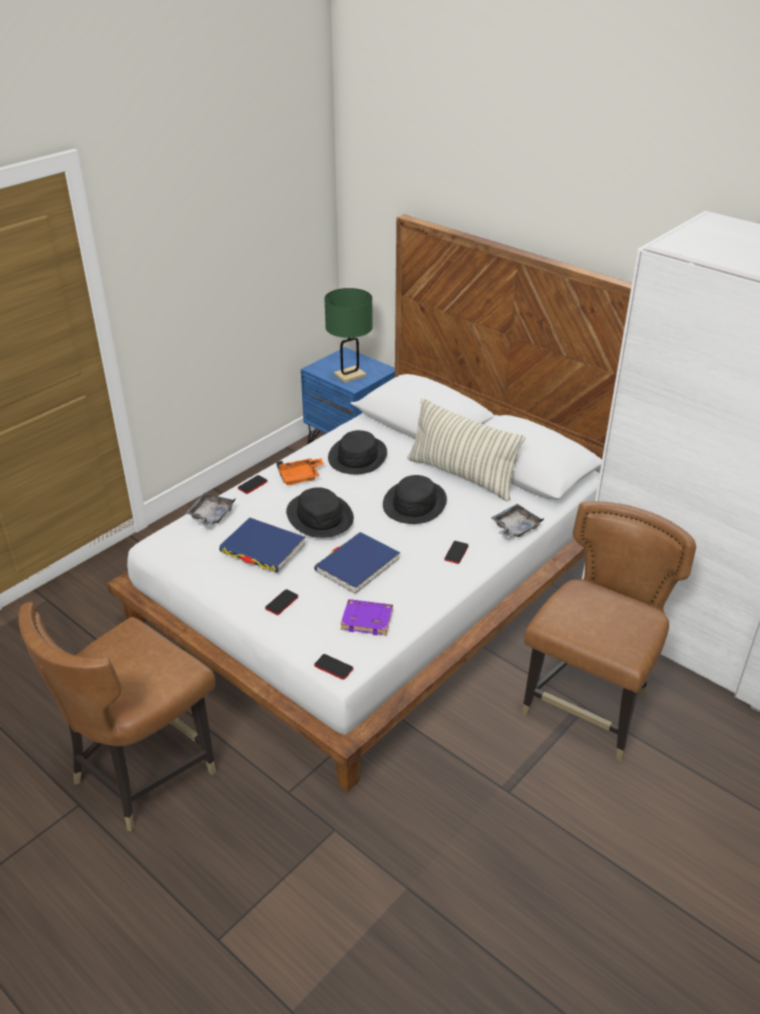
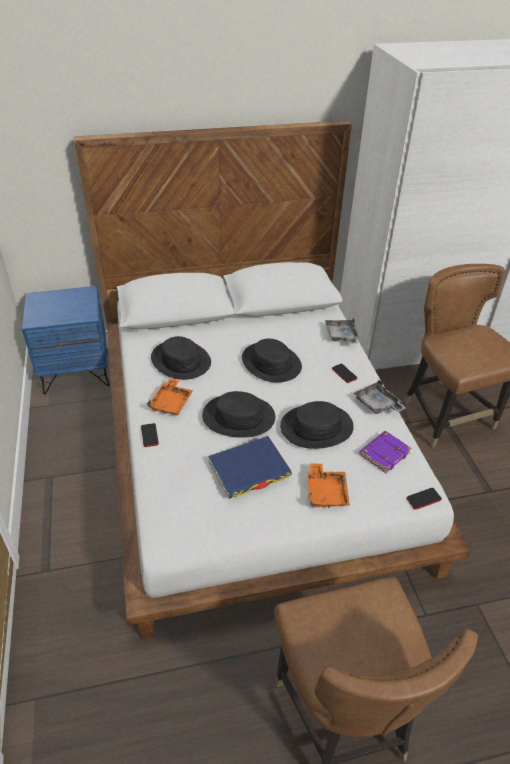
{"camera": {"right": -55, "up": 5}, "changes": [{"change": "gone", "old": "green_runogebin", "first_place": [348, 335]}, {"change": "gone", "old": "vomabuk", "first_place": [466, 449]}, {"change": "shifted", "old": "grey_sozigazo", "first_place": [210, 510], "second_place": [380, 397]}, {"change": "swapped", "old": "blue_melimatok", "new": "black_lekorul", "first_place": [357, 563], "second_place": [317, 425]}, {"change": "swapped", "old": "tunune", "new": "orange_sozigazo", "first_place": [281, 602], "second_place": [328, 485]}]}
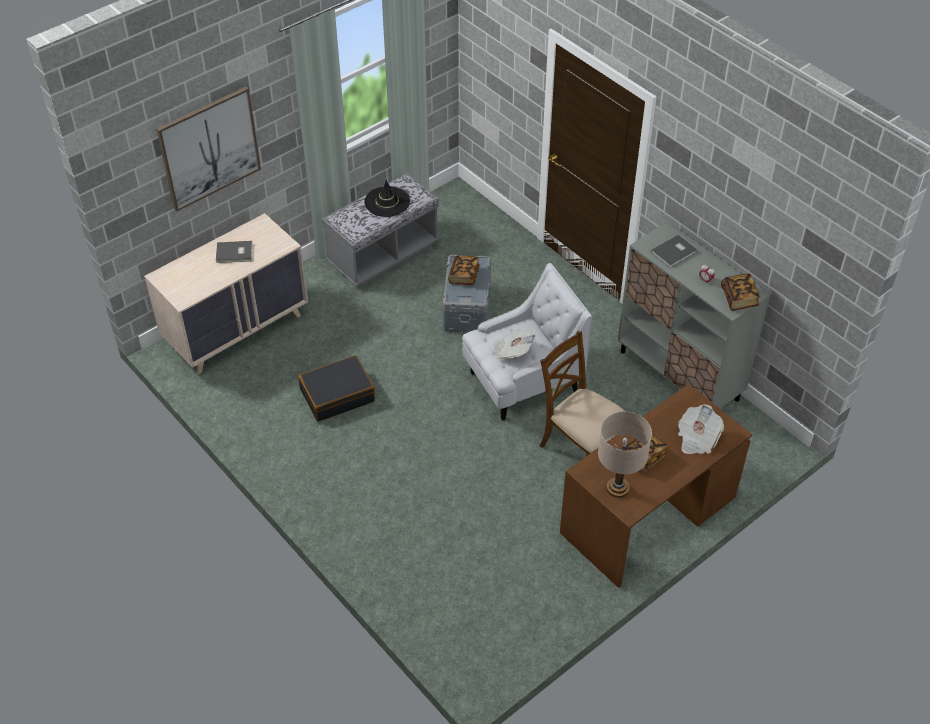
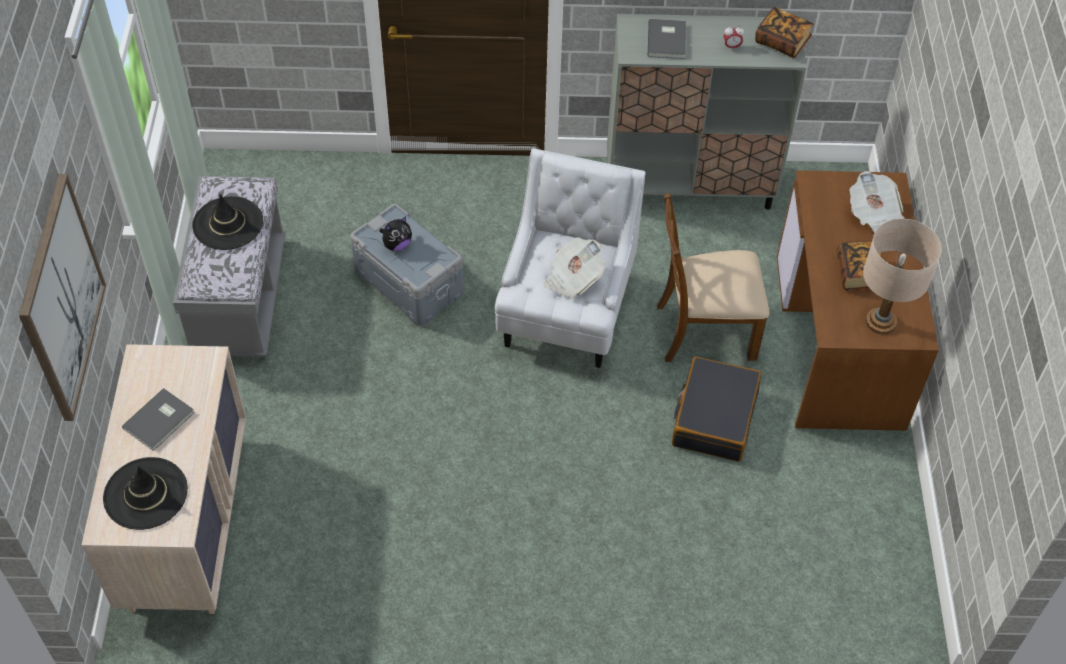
{"camera": {"right": -50, "up": 5}, "changes": [{"change": "swapped", "old": "melimatok", "new": "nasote", "first_place": [464, 270], "second_place": [396, 233]}, {"change": "shifted", "old": "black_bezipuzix", "first_place": [336, 388], "second_place": [717, 409]}, {"change": "new", "new": "black_lekorul", "second_place": [145, 493]}]}
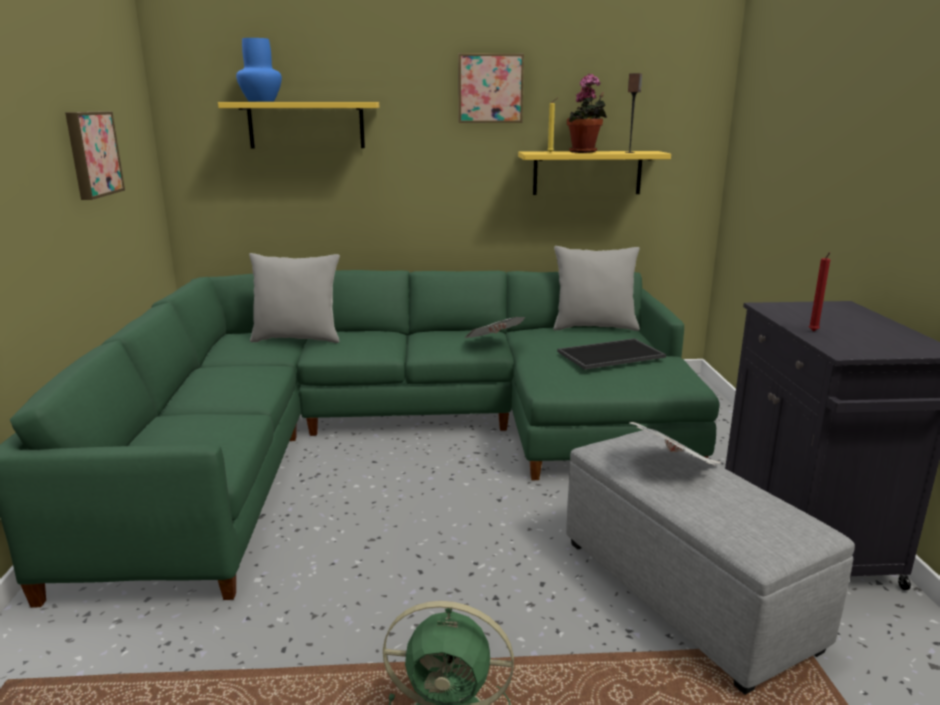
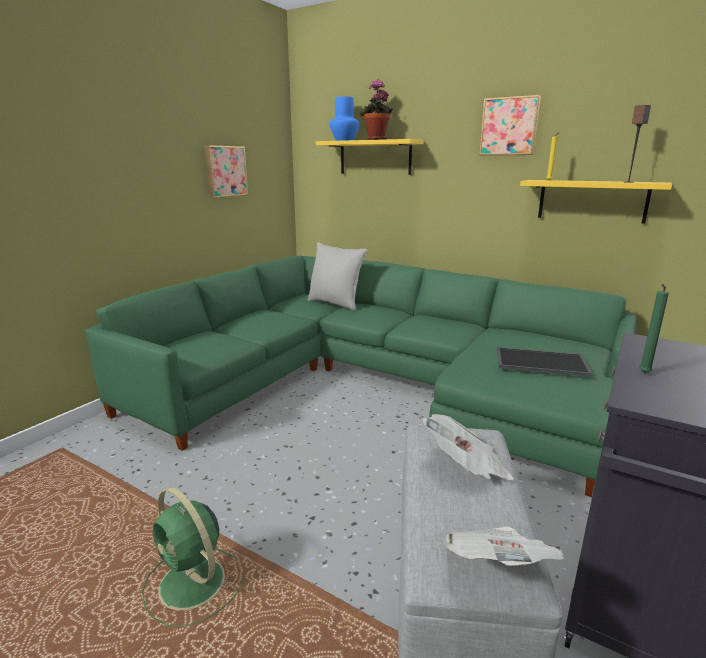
{"camera": {"right": 35, "up": 0}, "changes": [{"change": "shifted", "old": "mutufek", "first_place": [587, 113], "second_place": [376, 109]}, {"change": "gone", "old": "grey_vomabuk", "first_place": [596, 288]}, {"change": "repainted", "old": "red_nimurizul", "new": "green_nimurizul", "first_place": [819, 292], "second_place": [654, 328]}, {"change": "shifted", "old": "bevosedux", "first_place": [495, 327], "second_place": [504, 546]}]}
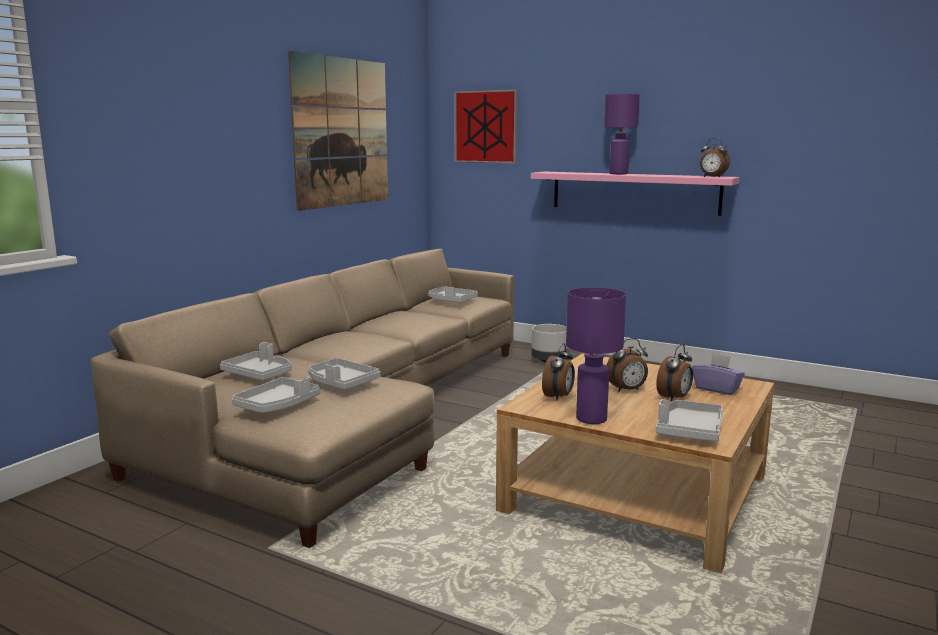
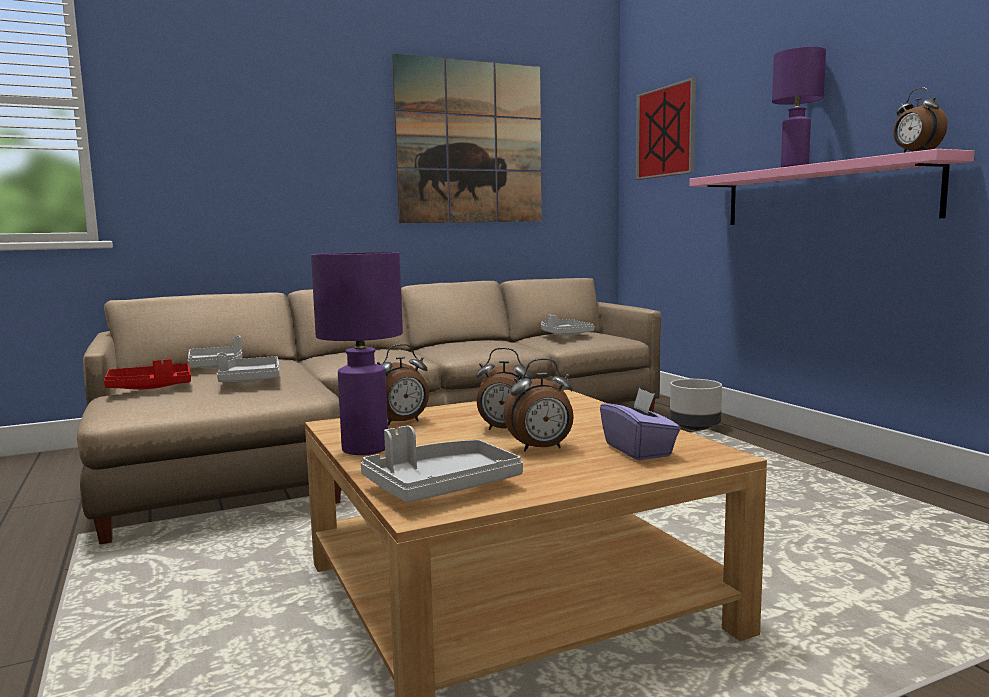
{"camera": {"right": 35, "up": -5}, "changes": [{"change": "repainted", "old": "grey_sozigazo", "new": "red_sozigazo", "first_place": [275, 395], "second_place": [147, 374]}]}
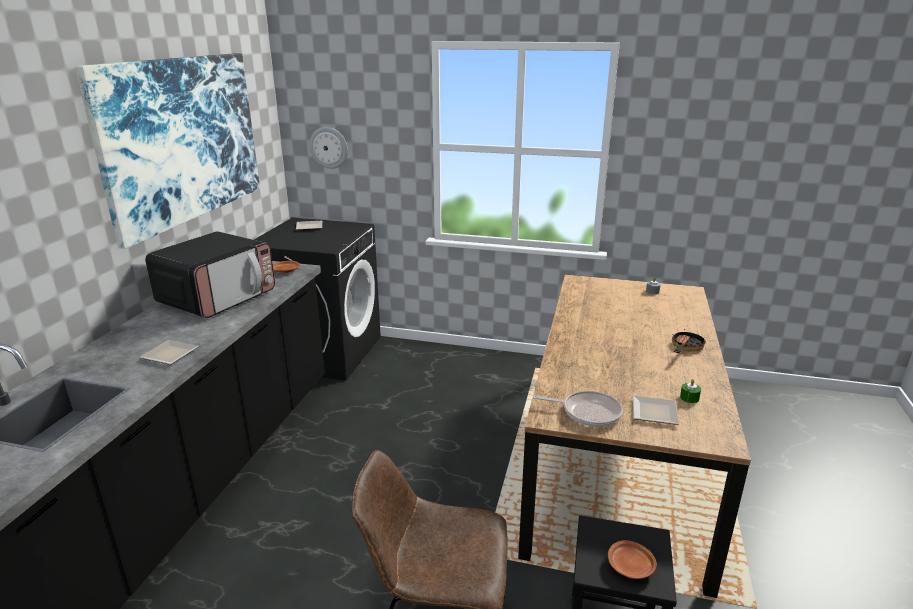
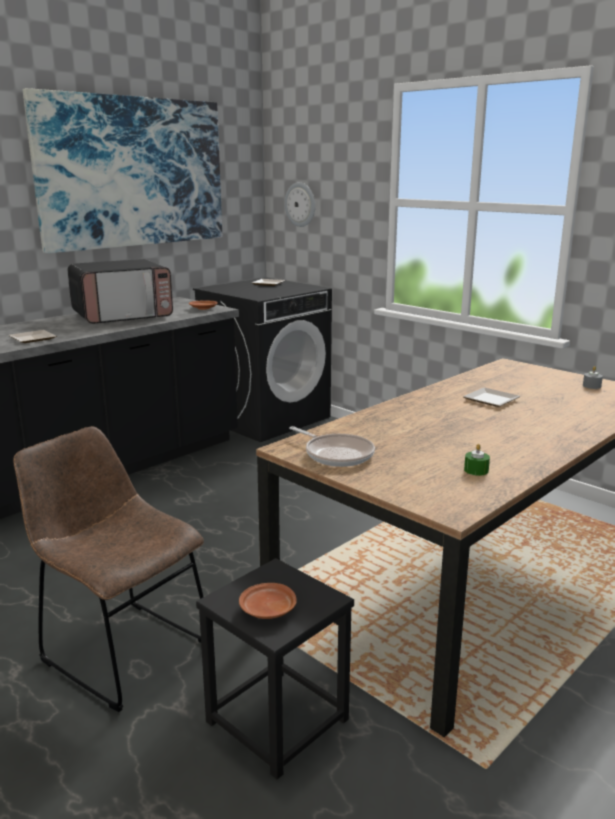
{"camera": {"right": 30, "up": -5}, "changes": [{"change": "gone", "old": "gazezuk", "first_place": [689, 341]}, {"change": "shifted", "old": "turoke", "first_place": [656, 410], "second_place": [491, 397]}]}
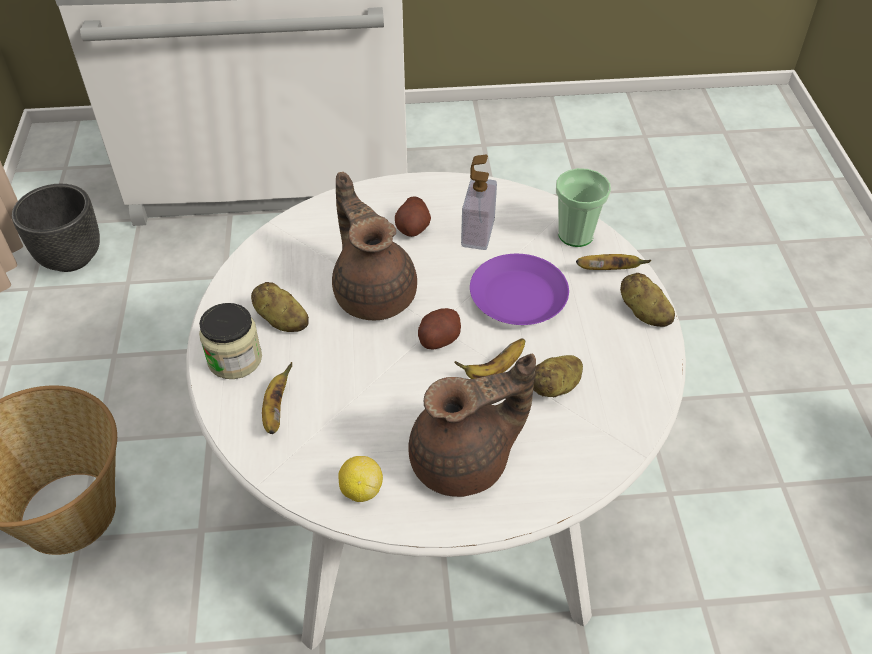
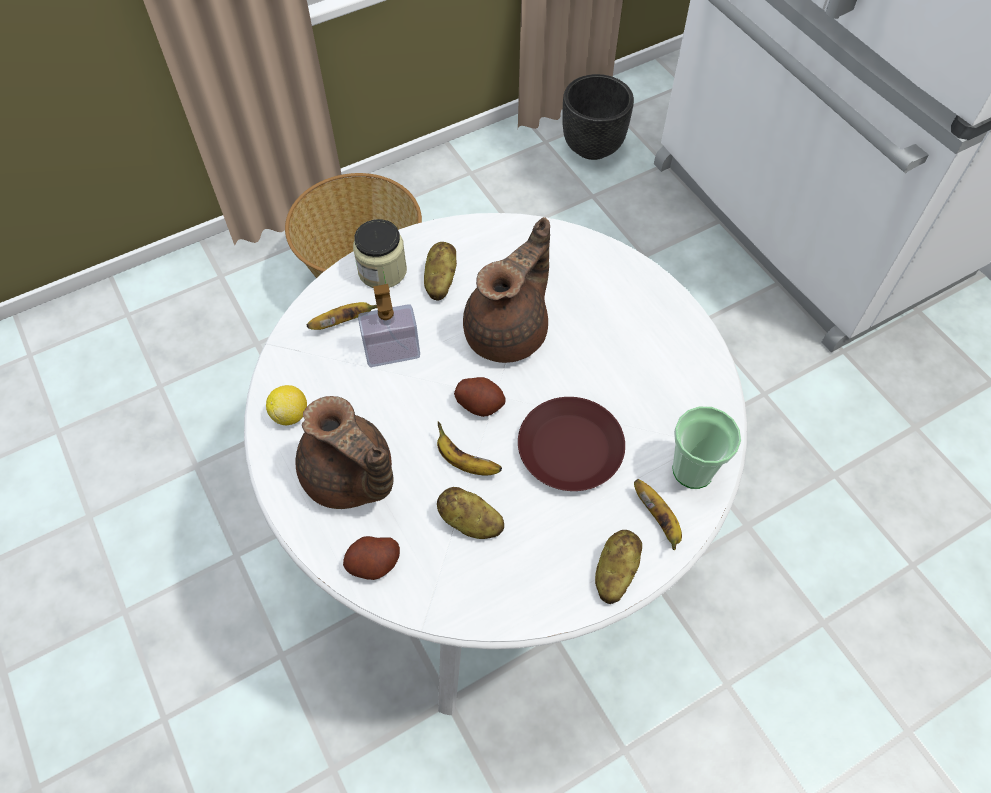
{"camera": {"right": 65, "up": 10}, "changes": [{"change": "shifted", "old": "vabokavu", "first_place": [479, 202], "second_place": [389, 325]}, {"change": "shifted", "old": "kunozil", "first_place": [413, 216], "second_place": [371, 558]}, {"change": "repainted", "old": "purple_turoke", "new": "brown_turoke", "first_place": [519, 289], "second_place": [571, 444]}]}
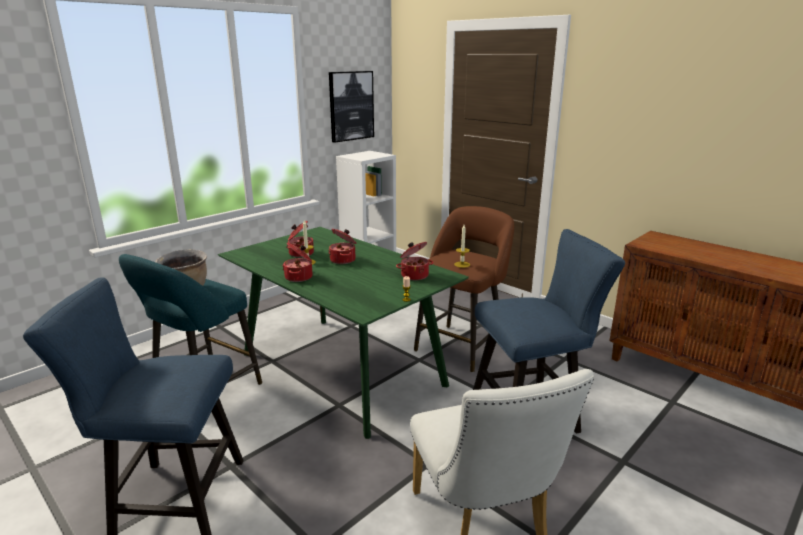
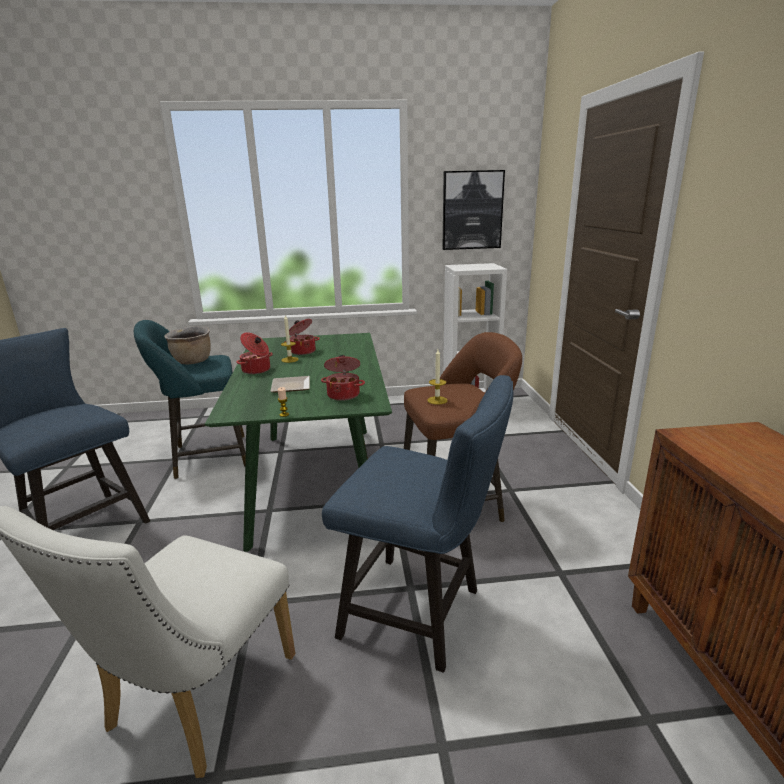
{"camera": {"right": 40, "up": 0}, "changes": [{"change": "gone", "old": "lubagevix", "first_place": [342, 246]}, {"change": "new", "new": "turoke", "second_place": [290, 384]}]}
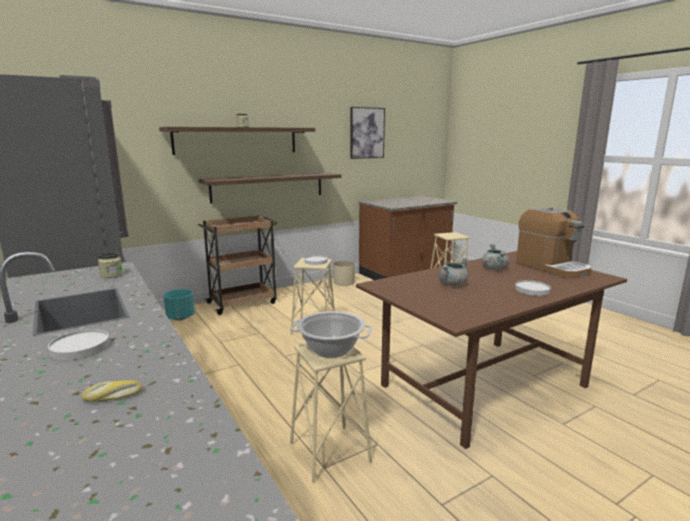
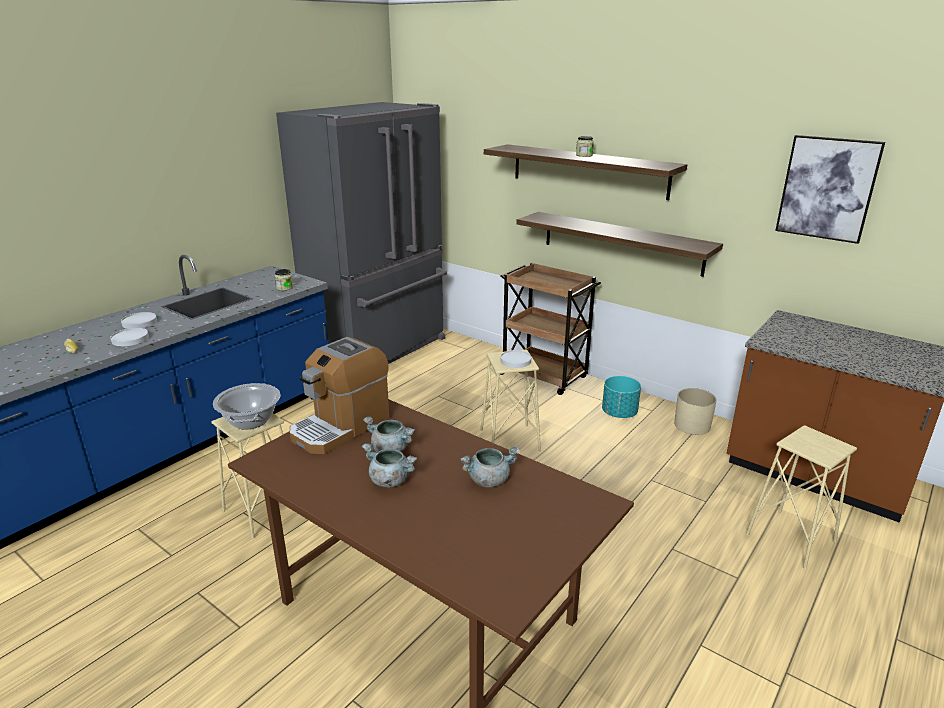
{"camera": {"right": 70, "up": 10}, "changes": [{"change": "shifted", "old": "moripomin", "first_place": [553, 243], "second_place": [340, 395]}, {"change": "shifted", "old": "white_turoke", "first_place": [533, 288], "second_place": [129, 337]}, {"change": "shifted", "old": "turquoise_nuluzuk", "first_place": [179, 304], "second_place": [621, 397]}, {"change": "new", "new": "grey_lubagevix", "second_place": [389, 465]}]}
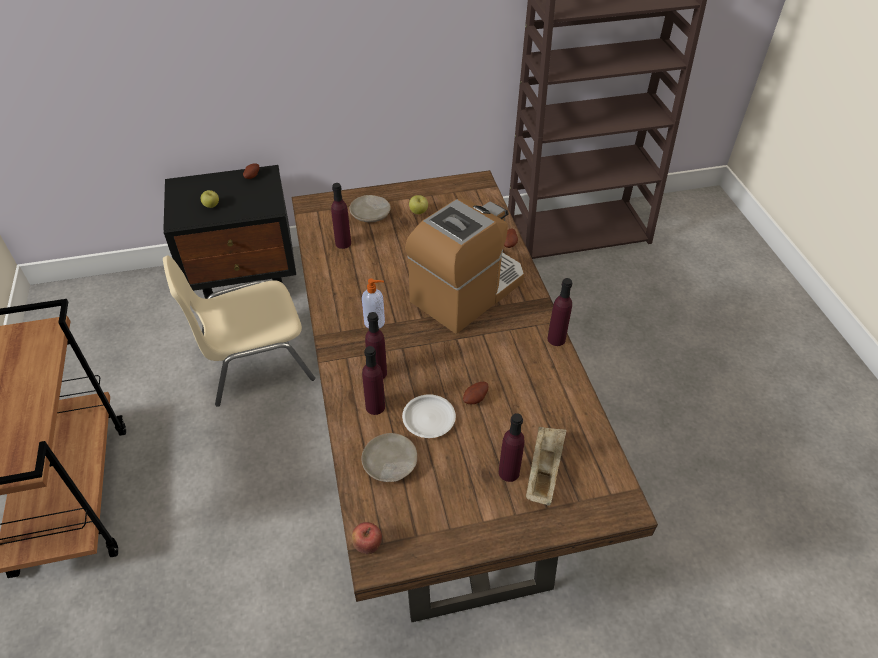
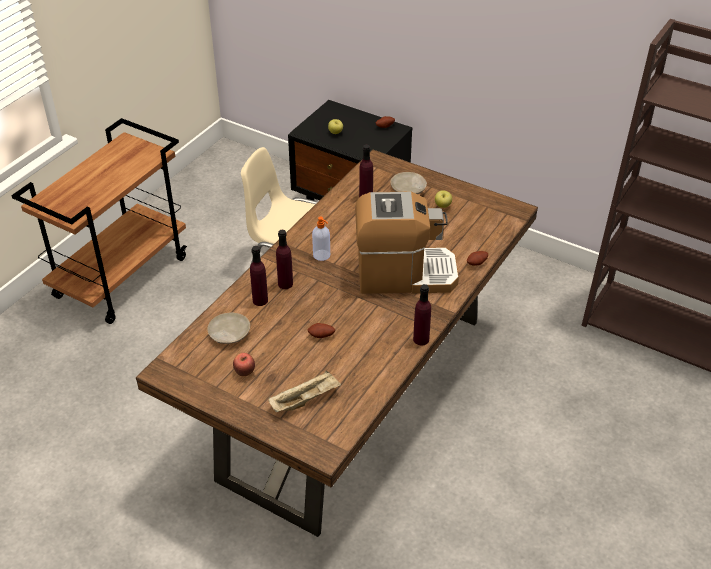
{"camera": {"right": 45, "up": -5}, "changes": [{"change": "gone", "old": "white_turoke", "first_place": [429, 416]}, {"change": "gone", "old": "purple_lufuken", "first_place": [512, 447]}, {"change": "shifted", "old": "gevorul", "first_place": [367, 538], "second_place": [244, 364]}]}
